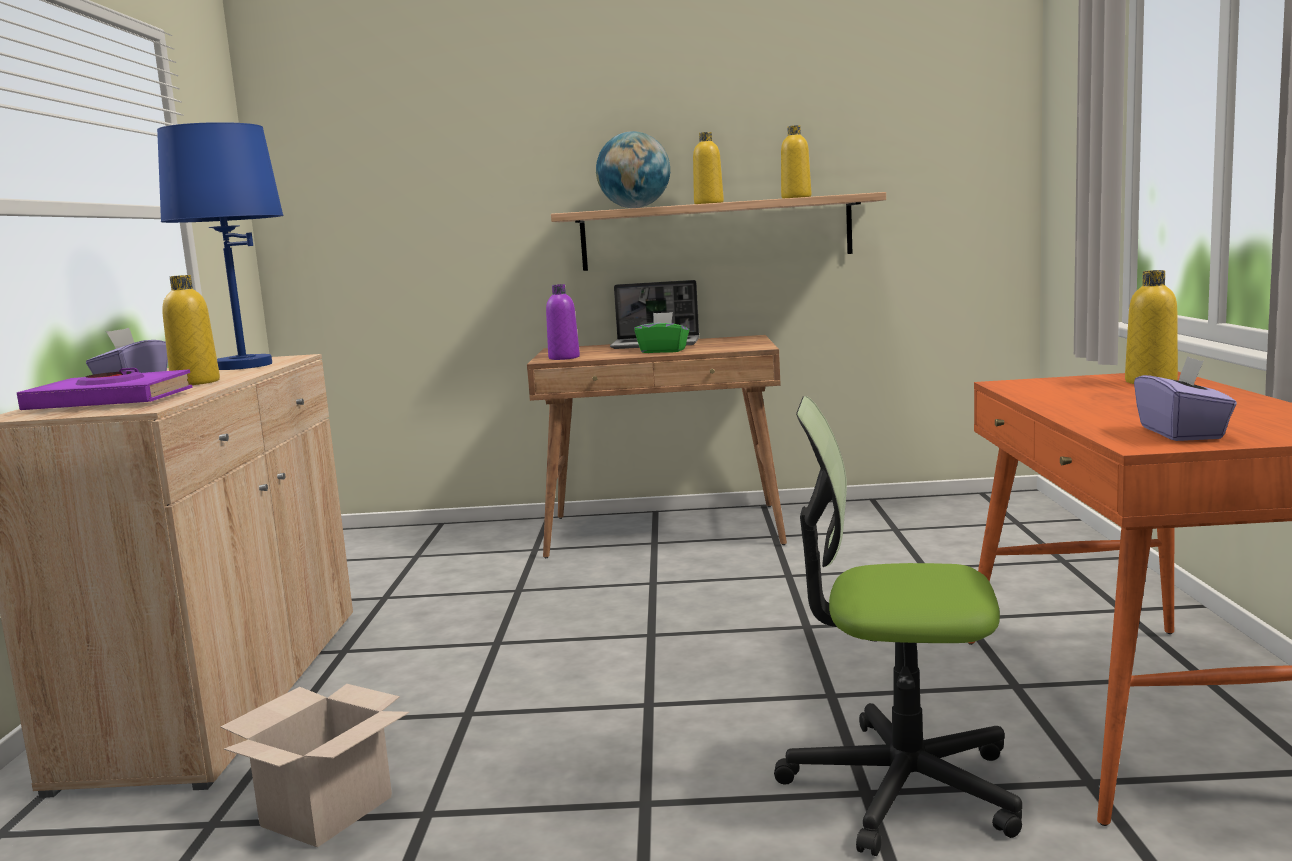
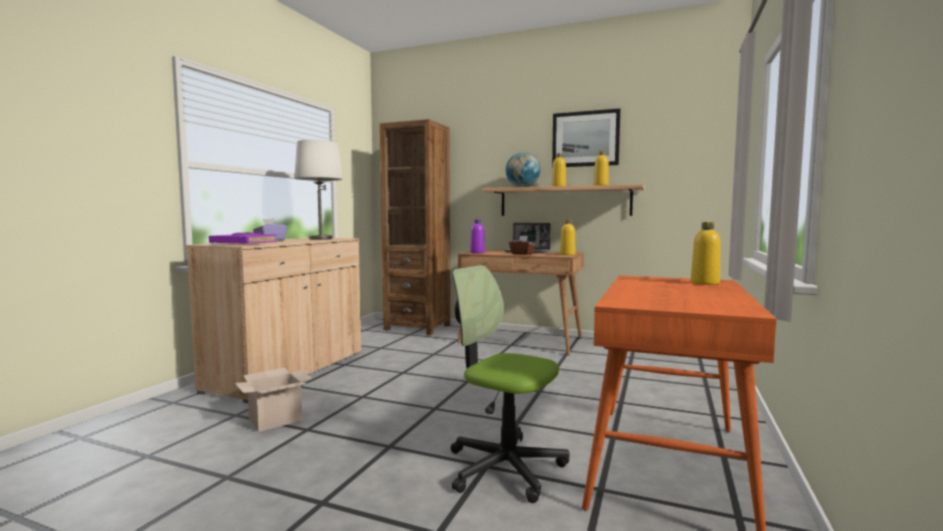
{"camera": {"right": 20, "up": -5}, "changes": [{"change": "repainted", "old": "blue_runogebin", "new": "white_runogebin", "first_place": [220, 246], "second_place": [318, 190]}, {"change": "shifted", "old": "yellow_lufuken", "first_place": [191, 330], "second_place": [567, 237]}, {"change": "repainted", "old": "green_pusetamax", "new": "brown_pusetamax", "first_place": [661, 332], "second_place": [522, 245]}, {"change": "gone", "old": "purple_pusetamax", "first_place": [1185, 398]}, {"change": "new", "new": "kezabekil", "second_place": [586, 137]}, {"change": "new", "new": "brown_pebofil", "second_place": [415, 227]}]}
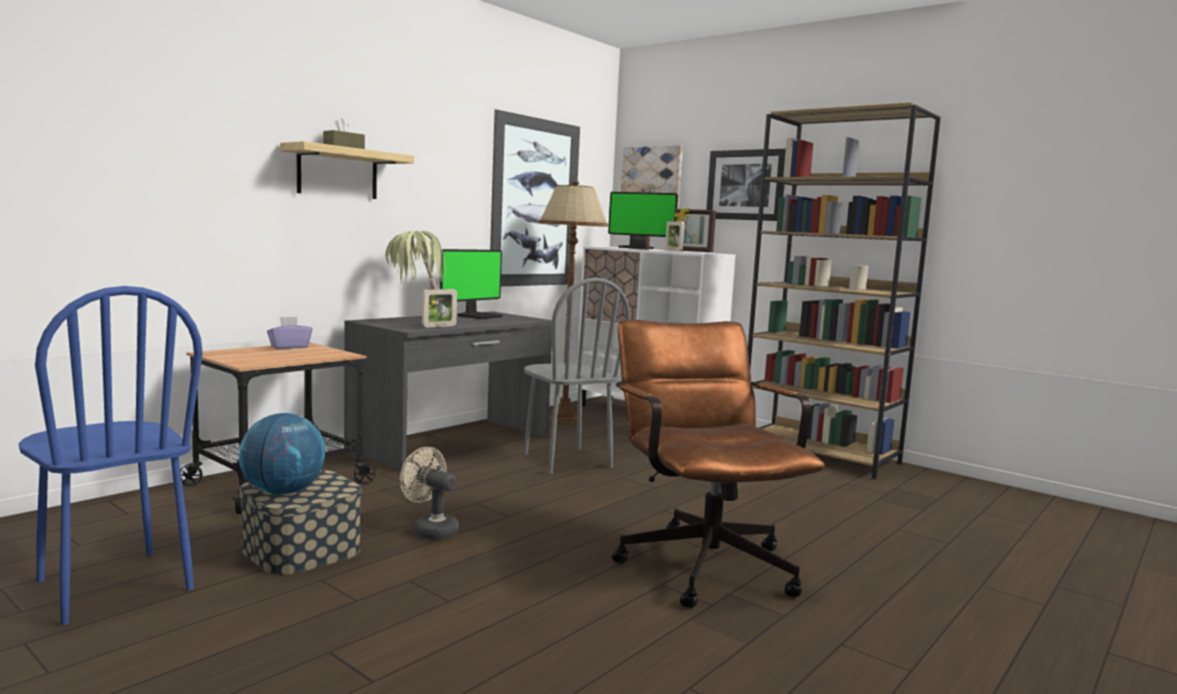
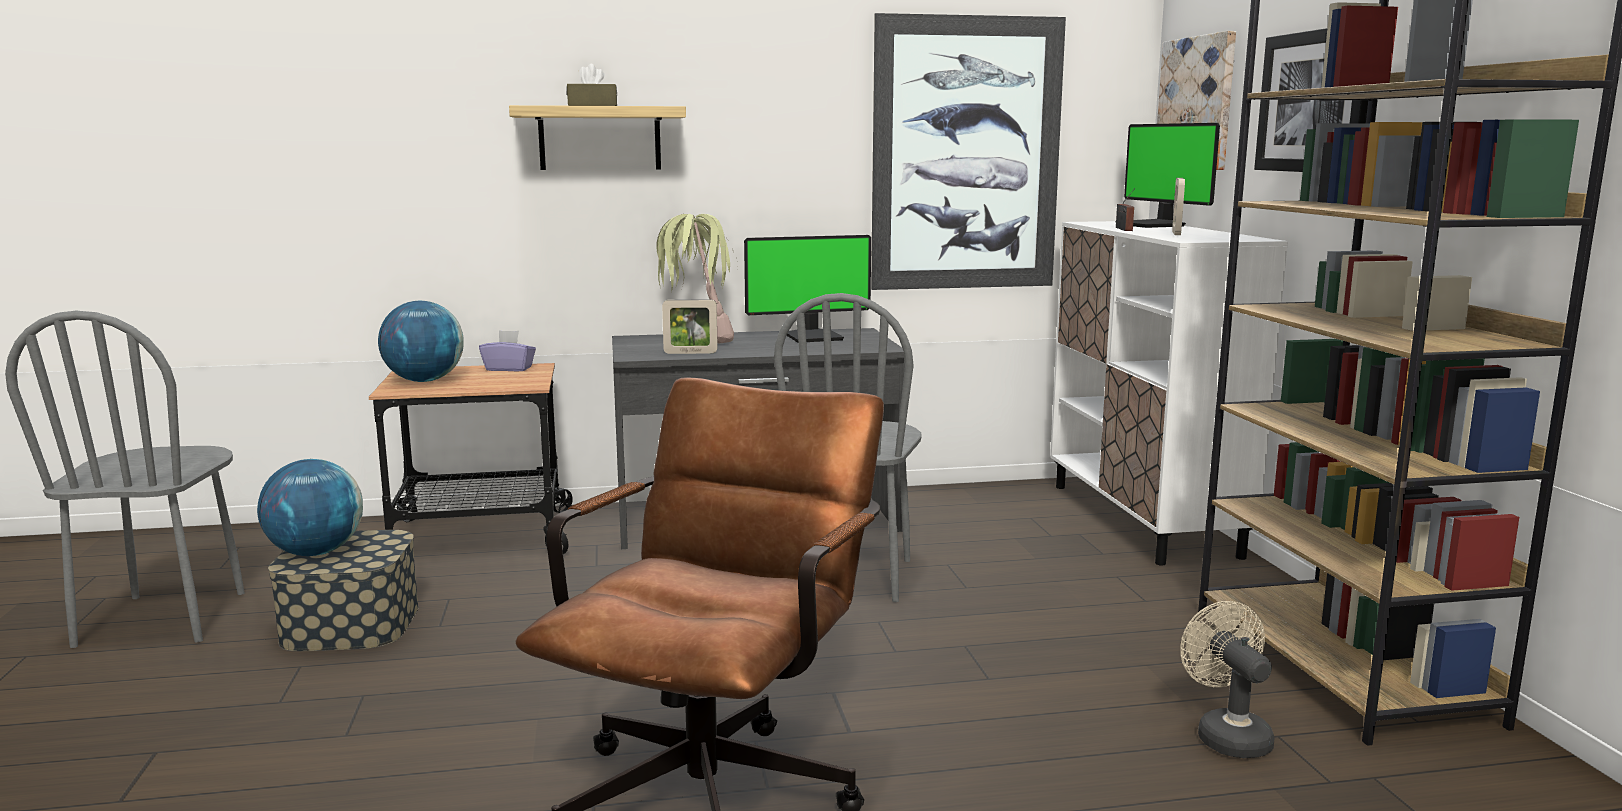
{"camera": {"right": 40, "up": 5}, "changes": [{"change": "gone", "old": "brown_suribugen", "first_place": [573, 302]}, {"change": "gone", "old": "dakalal", "first_place": [695, 230]}, {"change": "repainted", "old": "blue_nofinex", "new": "grey_nofinex", "first_place": [110, 455], "second_place": [125, 479]}, {"change": "shifted", "old": "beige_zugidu", "first_place": [429, 493], "second_place": [1227, 679]}, {"change": "new", "new": "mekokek", "second_place": [421, 341]}]}
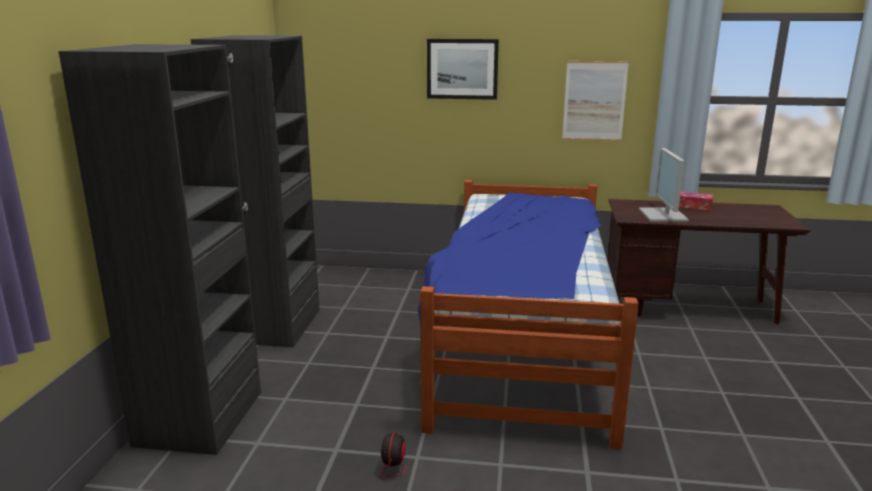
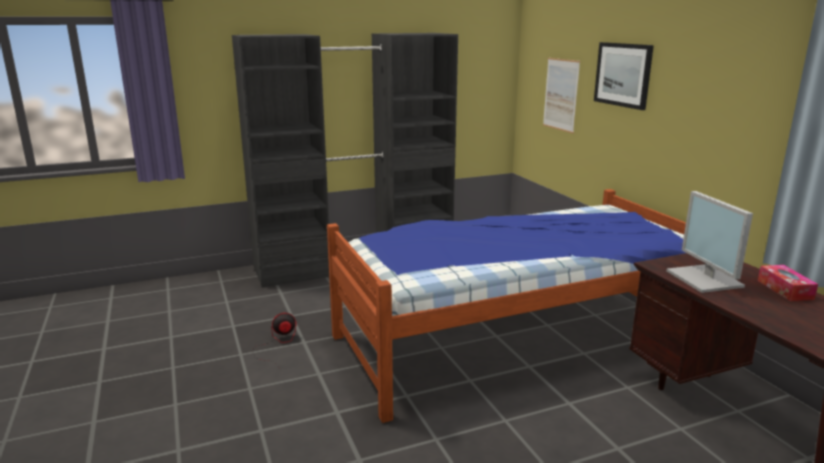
{"camera": {"right": 60, "up": 0}, "changes": [{"change": "shifted", "old": "kezabekil", "first_place": [595, 101], "second_place": [561, 95]}, {"change": "rotated", "old": "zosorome", "first_place": [664, 185], "second_place": [709, 242], "degrees": -75}]}
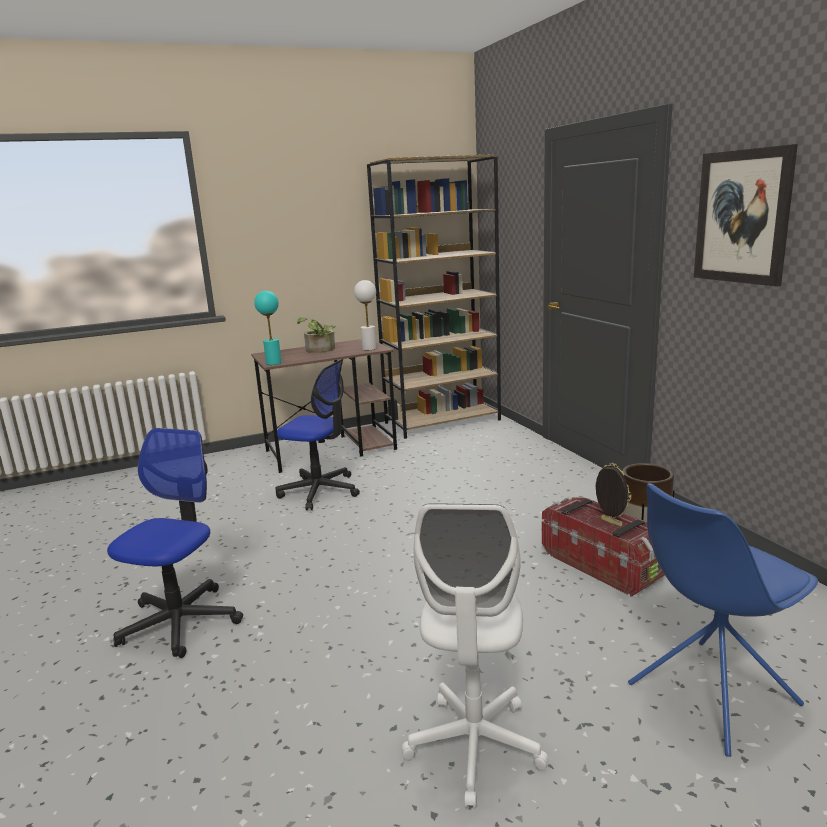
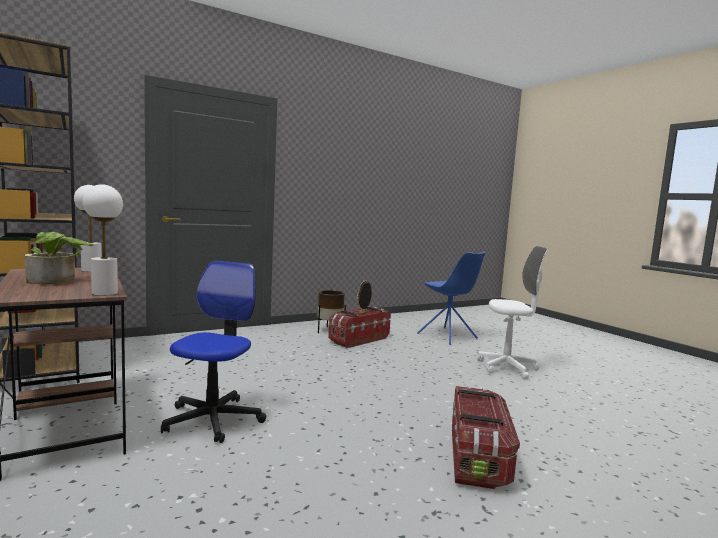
{"camera": {"right": -100, "up": -10}, "changes": [{"change": "gone", "old": "kezabekil", "first_place": [746, 215]}, {"change": "repainted", "old": "turquoise_runogebin", "new": "white_runogebin", "first_place": [268, 328], "second_place": [103, 240]}, {"change": "swapped", "old": "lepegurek", "new": "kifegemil", "first_place": [175, 543], "second_place": [486, 437]}]}
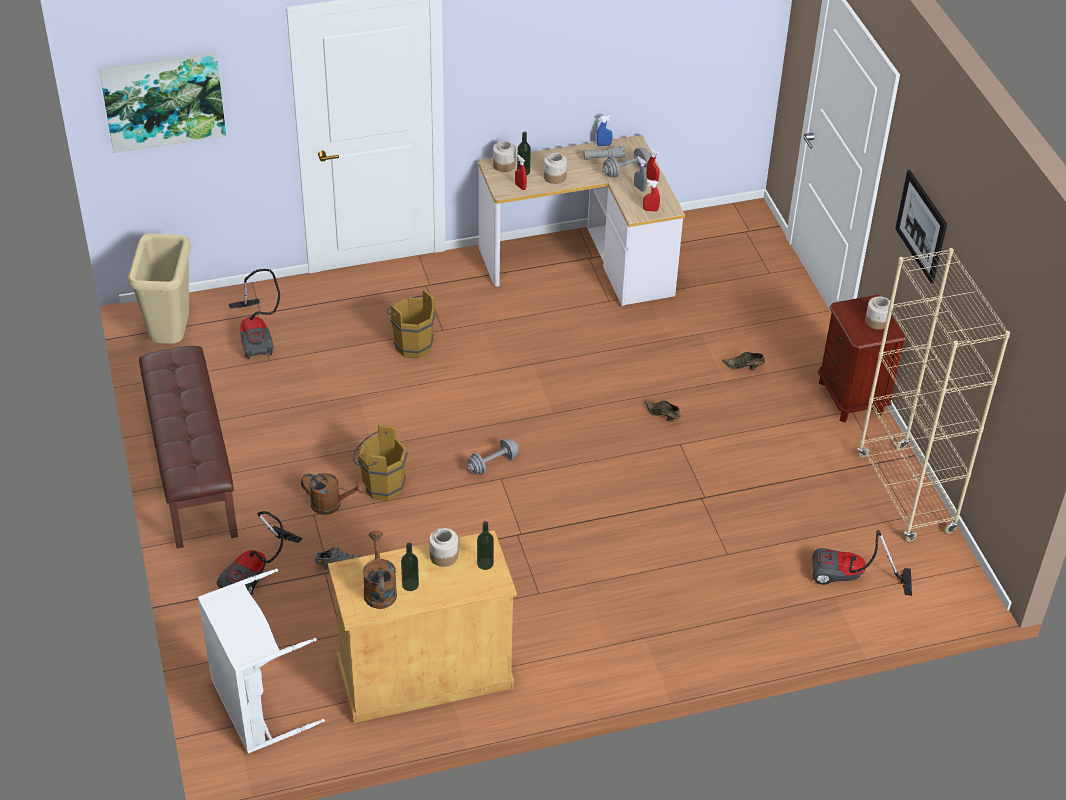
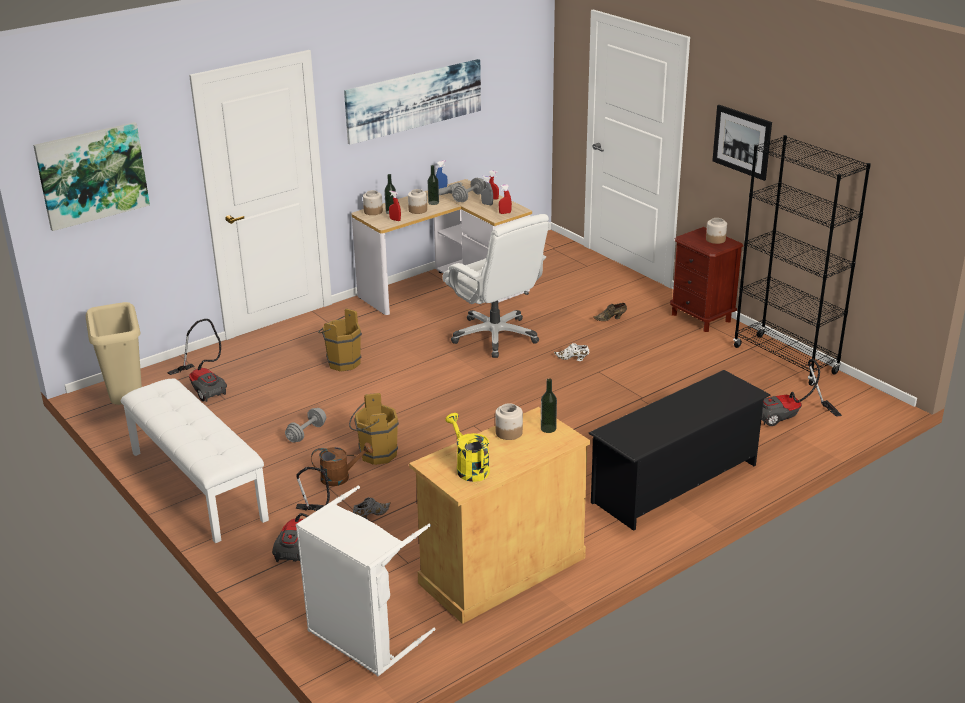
{"camera": {"right": -20, "up": -15}, "changes": [{"change": "repainted", "old": "beige_pebofil", "new": "black_pebofil", "first_place": [933, 395], "second_place": [802, 260]}, {"change": "repainted", "old": "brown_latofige", "new": "white_latofige", "first_place": [188, 447], "second_place": [195, 460]}, {"change": "repainted", "old": "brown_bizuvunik", "new": "white_bizuvunik", "first_place": [662, 411], "second_place": [571, 352]}, {"change": "shifted", "old": "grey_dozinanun", "first_place": [493, 457], "second_place": [305, 425]}, {"change": "repainted", "old": "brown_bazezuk", "new": "yellow_bazezuk", "first_place": [380, 570], "second_place": [467, 447]}, {"change": "shifted", "old": "lufuken", "first_place": [410, 567], "second_place": [433, 185]}, {"change": "new", "new": "kezabekil", "second_place": [412, 102]}, {"change": "new", "new": "white_lepegurek", "second_place": [496, 286]}, {"change": "new", "new": "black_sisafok", "second_place": [679, 450]}]}
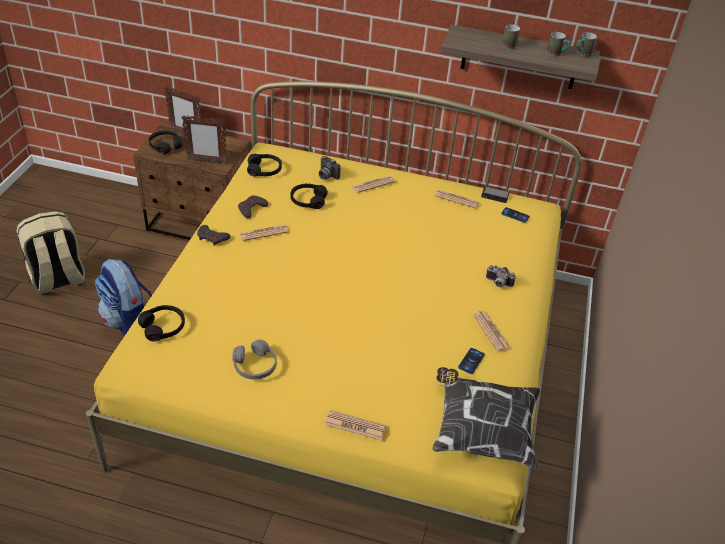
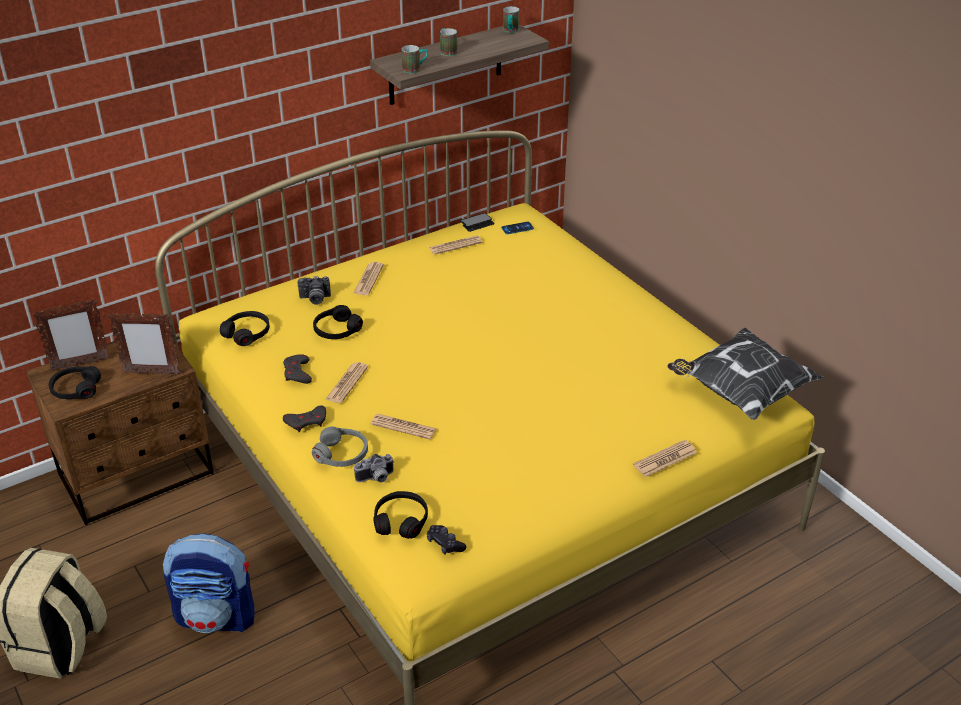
{"camera": {"right": -45, "up": -5}, "changes": [{"change": "shifted", "old": "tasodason", "first_place": [559, 44], "second_place": [415, 59]}, {"change": "rotated", "old": "dakalal", "first_place": [204, 140], "second_place": [144, 344], "degrees": 45}, {"change": "shifted", "old": "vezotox", "first_place": [501, 276], "second_place": [374, 468]}, {"change": "shifted", "old": "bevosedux", "first_place": [491, 331], "second_place": [404, 427]}, {"change": "shifted", "old": "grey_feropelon", "first_place": [254, 360], "second_place": [340, 447]}, {"change": "gone", "old": "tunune", "first_place": [471, 361]}, {"change": "new", "new": "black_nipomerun", "second_place": [446, 540]}]}
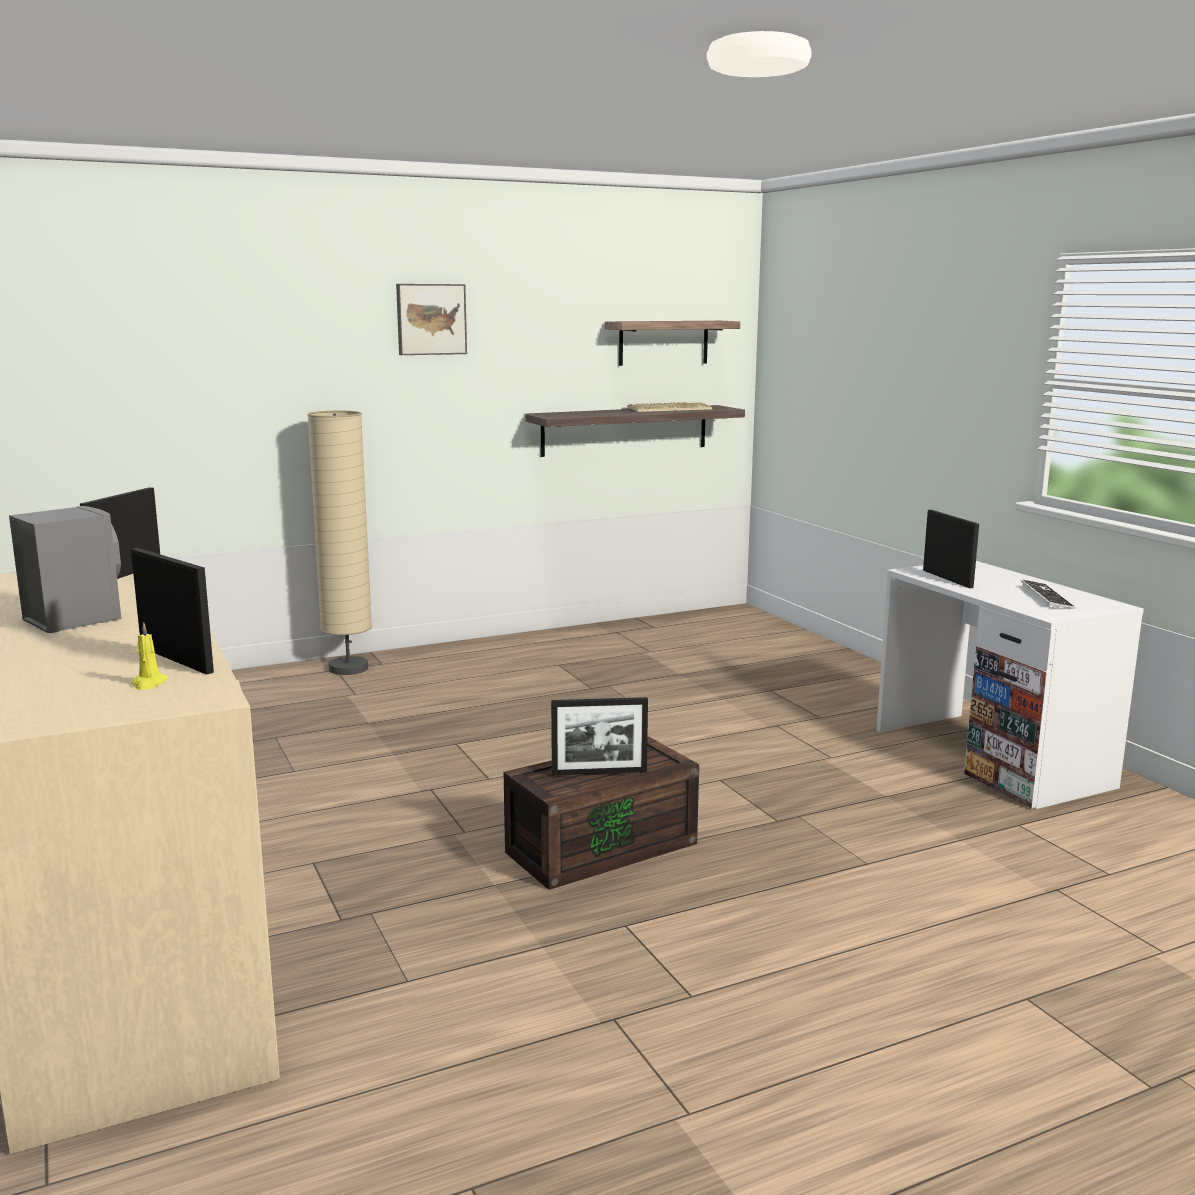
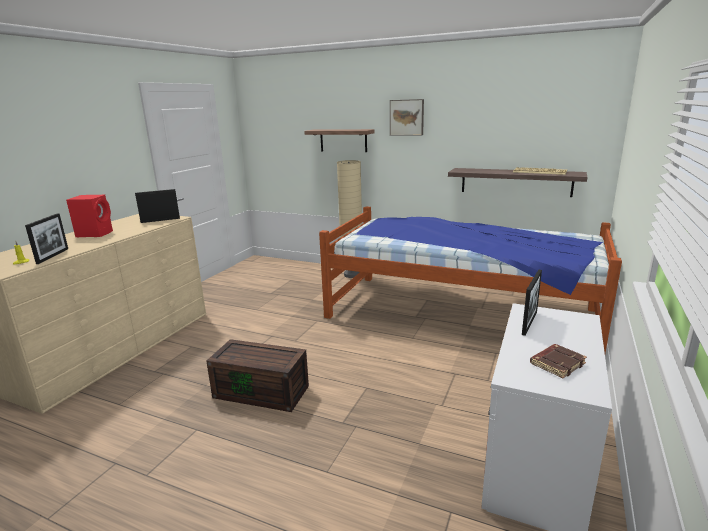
{"camera": {"right": 50, "up": 5}, "changes": [{"change": "shifted", "old": "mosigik", "first_place": [672, 343], "second_place": [339, 140]}, {"change": "repainted", "old": "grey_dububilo", "new": "red_dububilo", "first_place": [65, 569], "second_place": [89, 215]}, {"change": "swapped", "old": "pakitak", "new": "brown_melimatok", "first_place": [1048, 594], "second_place": [558, 361]}, {"change": "gone", "old": "dakalal", "first_place": [599, 736]}, {"change": "new", "new": "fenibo", "second_place": [470, 279]}]}
